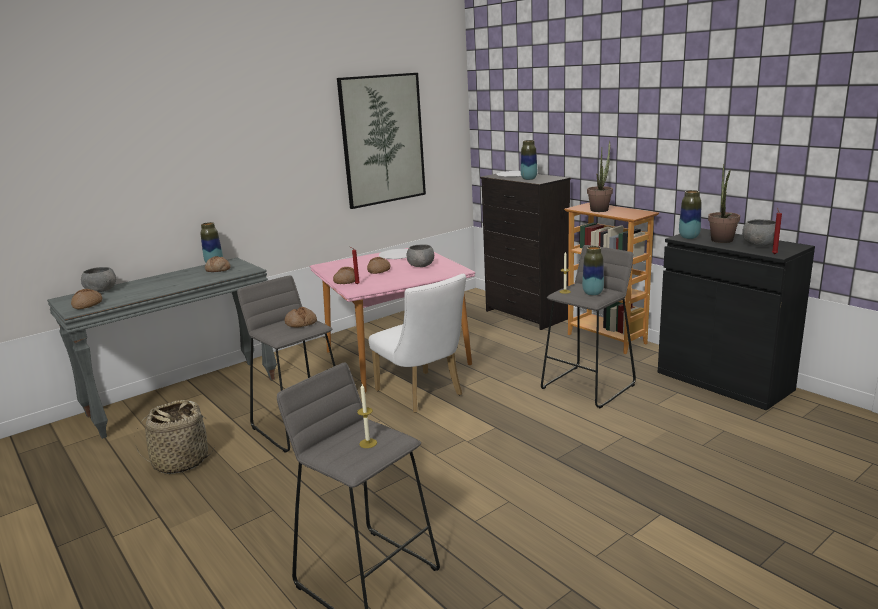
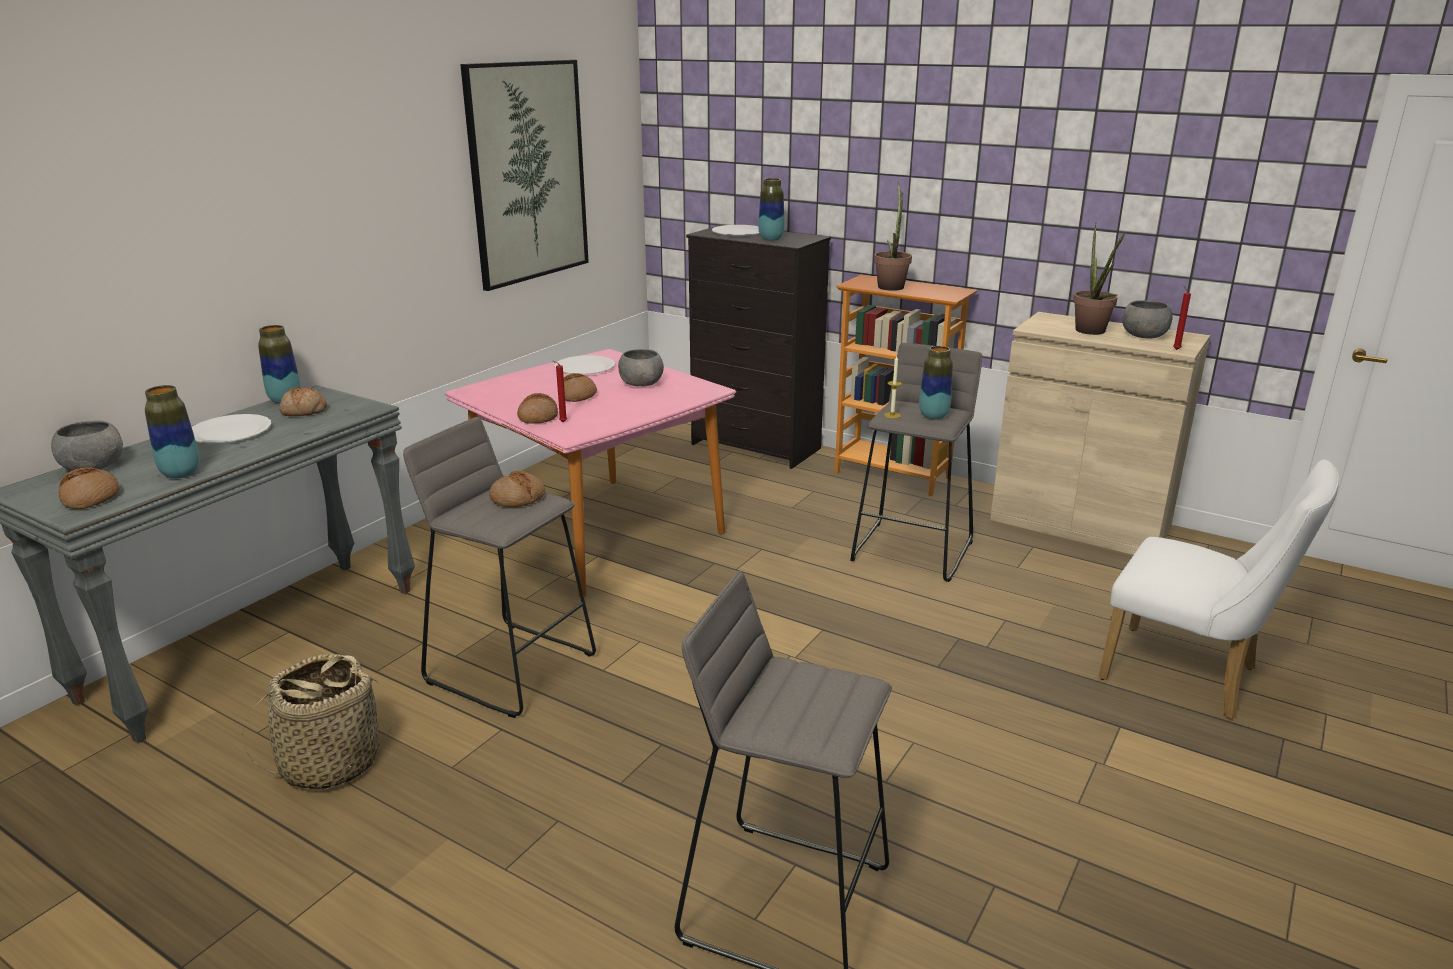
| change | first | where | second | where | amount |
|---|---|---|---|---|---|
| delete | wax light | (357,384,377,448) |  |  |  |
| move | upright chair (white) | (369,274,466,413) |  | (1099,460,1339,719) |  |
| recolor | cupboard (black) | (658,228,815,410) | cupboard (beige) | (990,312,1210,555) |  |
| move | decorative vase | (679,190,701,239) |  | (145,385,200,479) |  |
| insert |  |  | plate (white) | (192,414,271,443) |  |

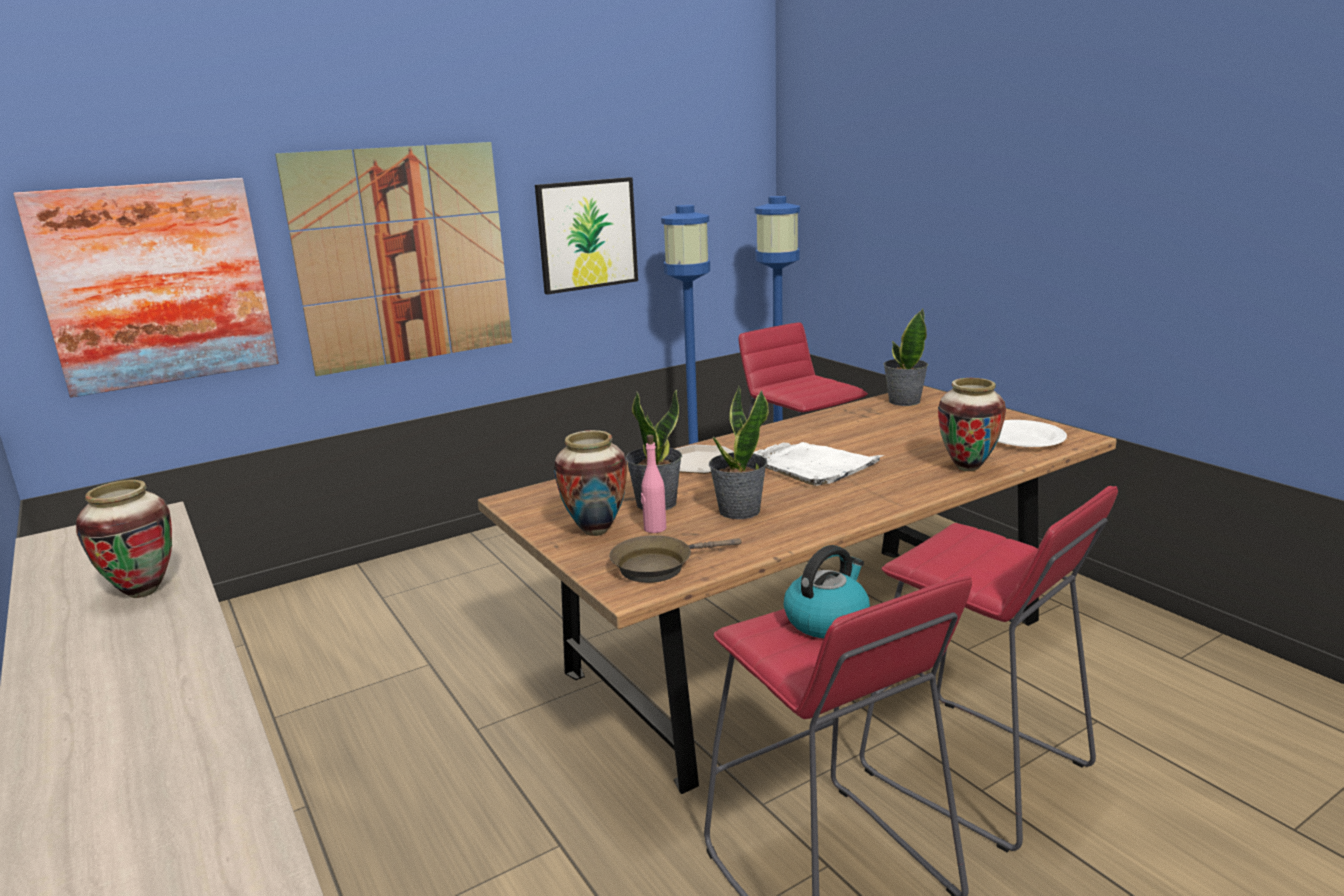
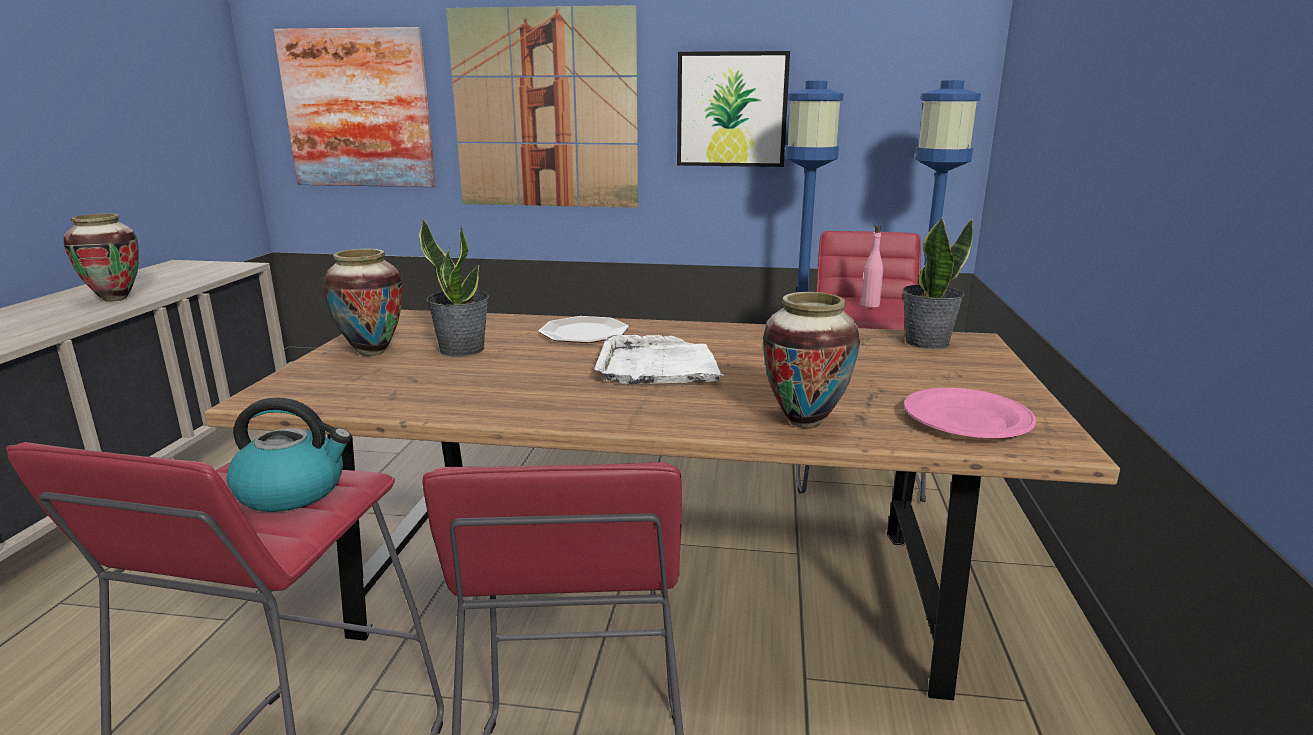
| change | first | where | second | where | amount |
|---|---|---|---|---|---|
| delete | skillet (brown-coloured) | (609,535,741,583) |  |  |  |
| move | drink bottle (pink) | (641,435,666,533) |  | (861,225,883,308) |  |
| delete | potted plant | (709,385,769,519) |  |  |  |
| recolor | plate (white) | (998,420,1067,447) | plate (pink) | (904,388,1036,438) |  |

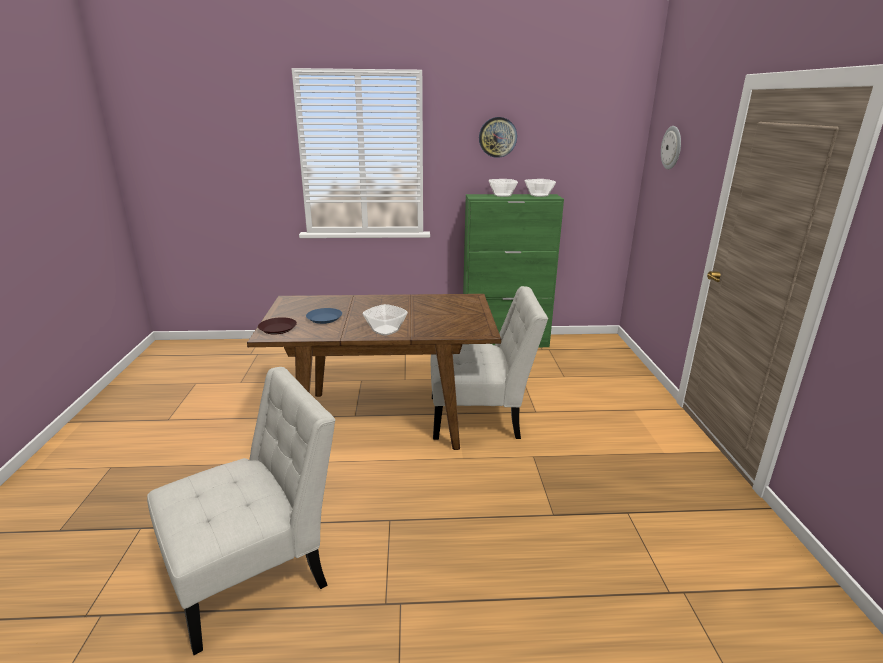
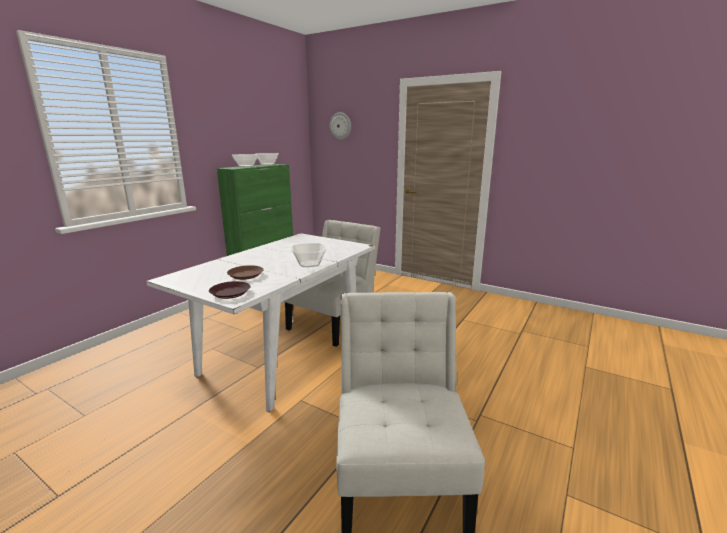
| change | first | where | second | where | amount |
|---|---|---|---|---|---|
| recolor | dinner table (brown-coloured) | (247,294,501,450) | dinner table (white) | (146,233,375,412) |  |
| recolor | plate (blue) | (306,308,342,324) | plate (brown-coloured) | (227,265,264,280) |  |
| delete | hanging clock | (479,117,517,158) |  |  |  |

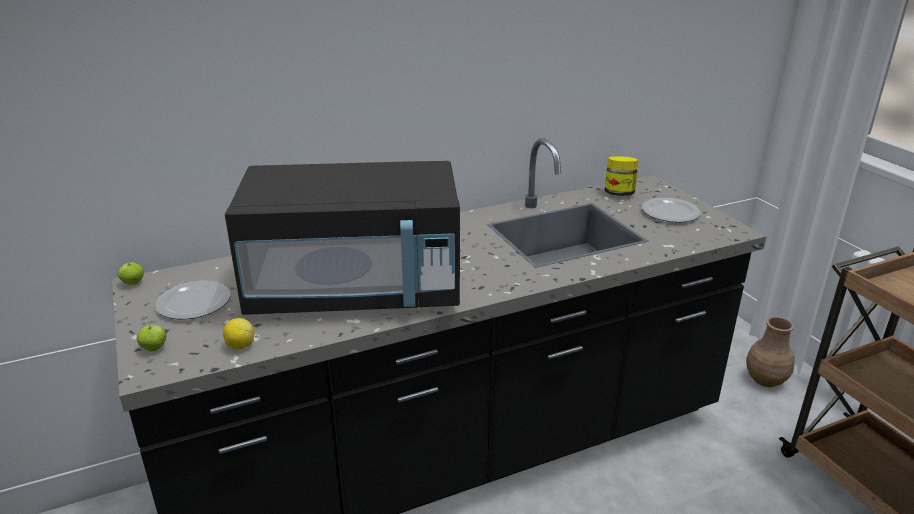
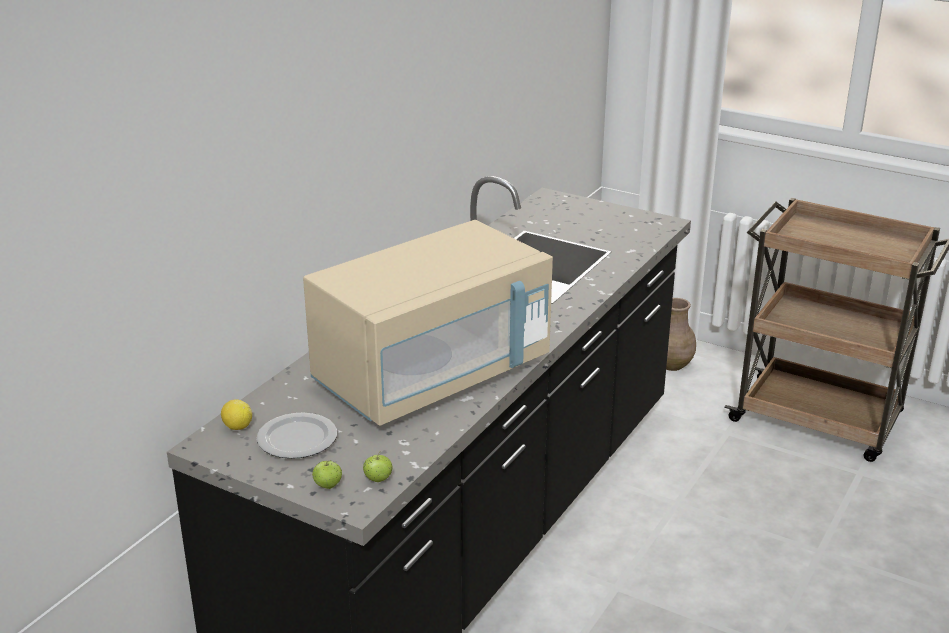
| change | first | where | second | where | amount |
|---|---|---|---|---|---|
| move | whole apple | (118,260,144,285) |  | (363,452,393,482) |  |
| move | citrus fruit | (223,318,255,349) |  | (221,399,252,430) |  |
| recolor | microwave (black) | (225,161,460,315) | microwave (beige) | (303,220,553,426) |  |
| delete | storage jar | (605,156,639,196) |  |  |  |
| delete | plate | (642,198,701,223) |  |  |  |

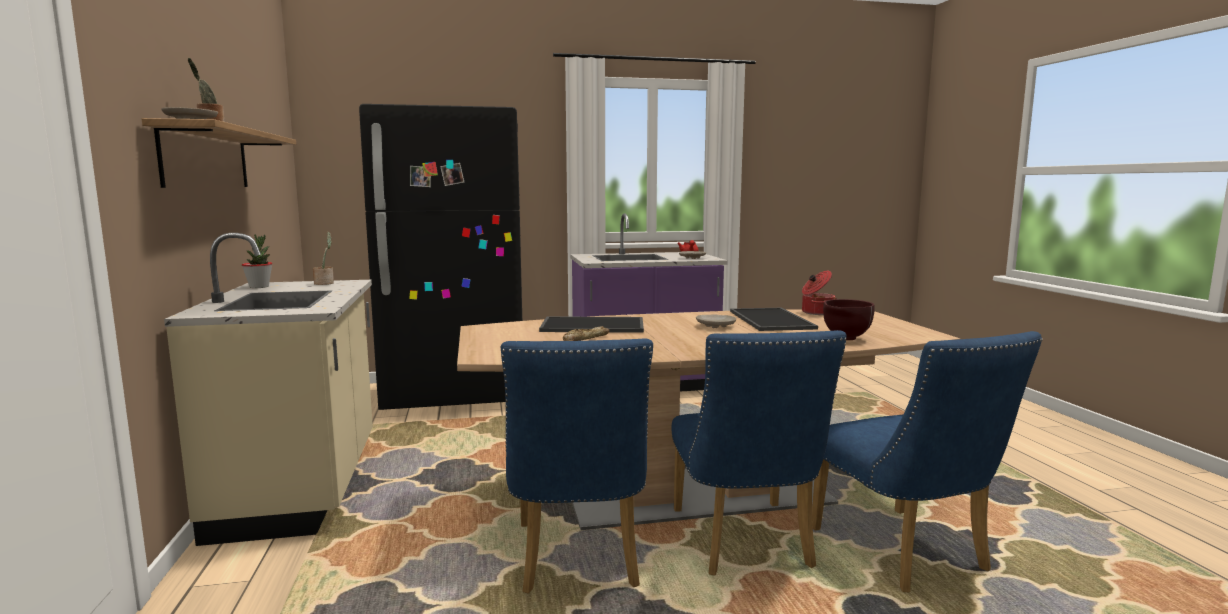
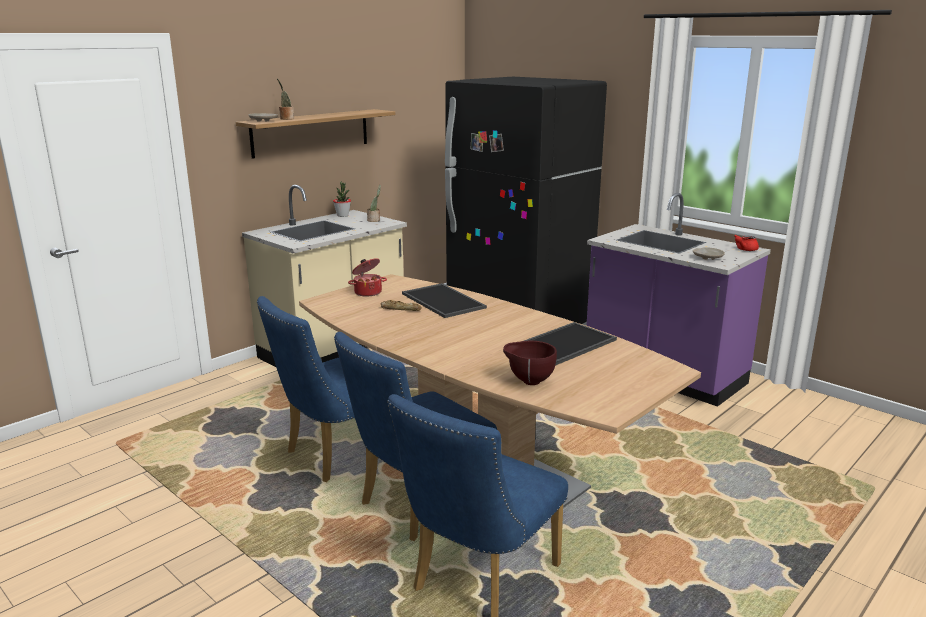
| change | first | where | second | where | amount |
|---|---|---|---|---|---|
| delete | plate (beige) | (696,315,736,328) |  |  |  |
| move | stockpot | (802,271,837,315) |  | (348,258,387,297) |  |

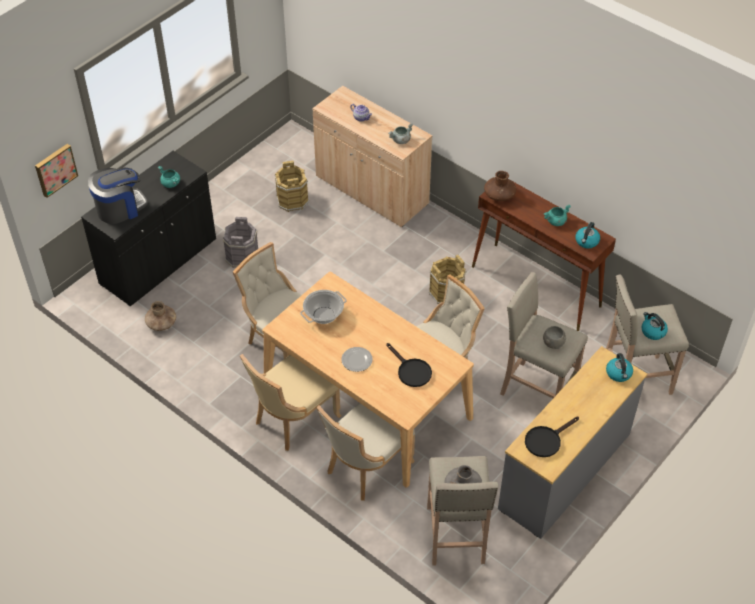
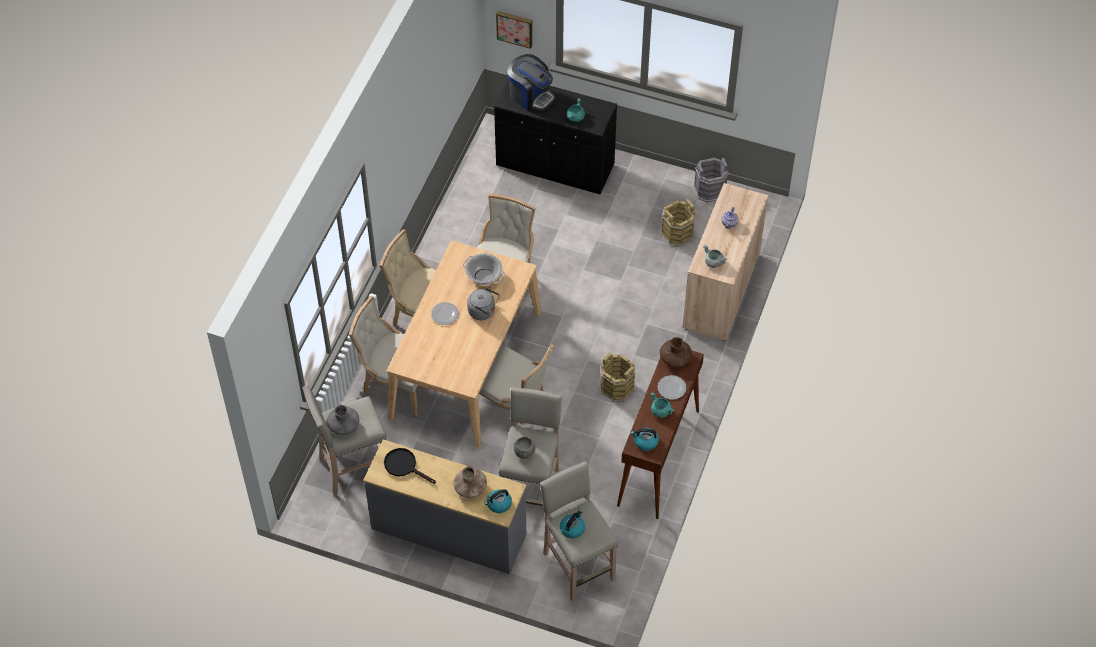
| change | first | where | second | where | amount |
|---|---|---|---|---|---|
| move | decorative vase (brown-coloured) | (145,301,176,331) |  | (453,466,487,498) |  |
| move | pail (grey) | (223,217,258,268) |  | (693,157,729,203) |  |
| delete | skillet (black) | (387,343,432,387) |  |  |  |
| insert |  |  | tea kettle (grey) | (467,287,500,320) |  |
| insert |  |  | plate | (658,375,687,400) |  |

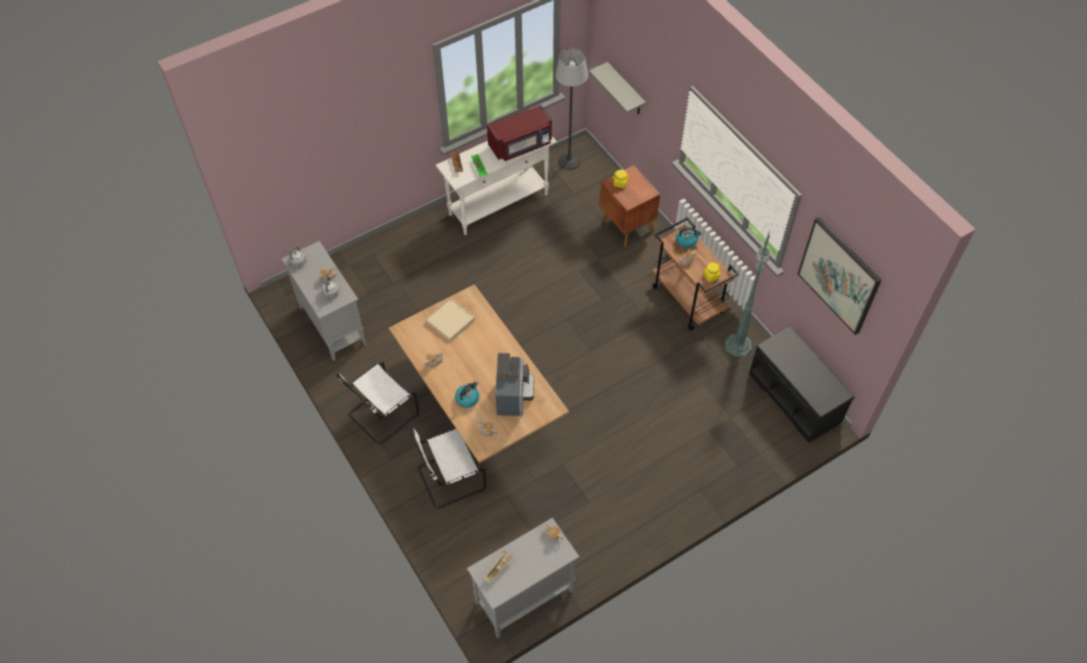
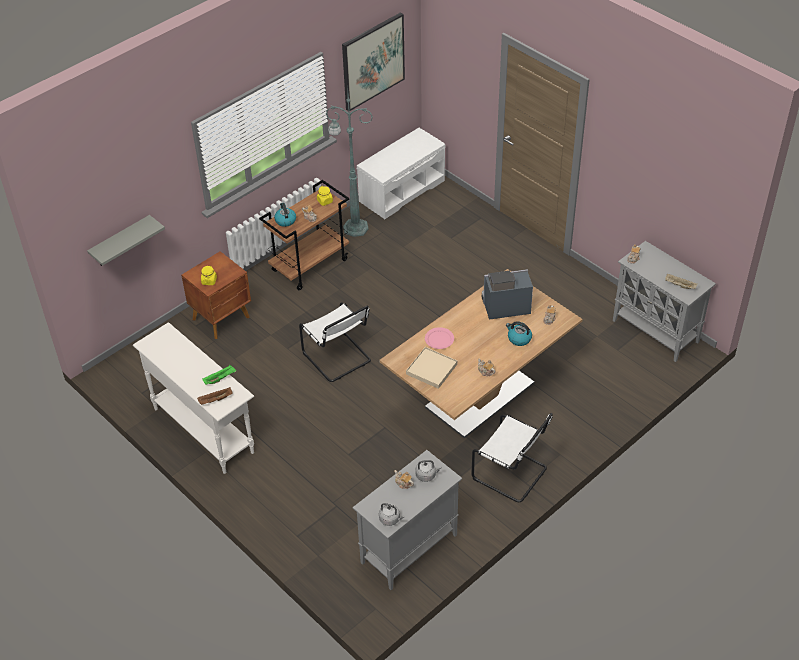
| change | first | where | second | where | amount |
|---|---|---|---|---|---|
| move | upright chair (white) | (410,428,487,508) |  | (299,302,371,382) |  |
| delete | microwave (red) | (487,105,552,161) |  |  |  |
| delete | standard lamp | (555,49,588,170) |  |  |  |
| recolor | long seat (black) | (749,326,855,443) | long seat (white) | (357,128,446,219) |  |
| insert |  |  | plate (pink) | (425,327,454,349) |  |

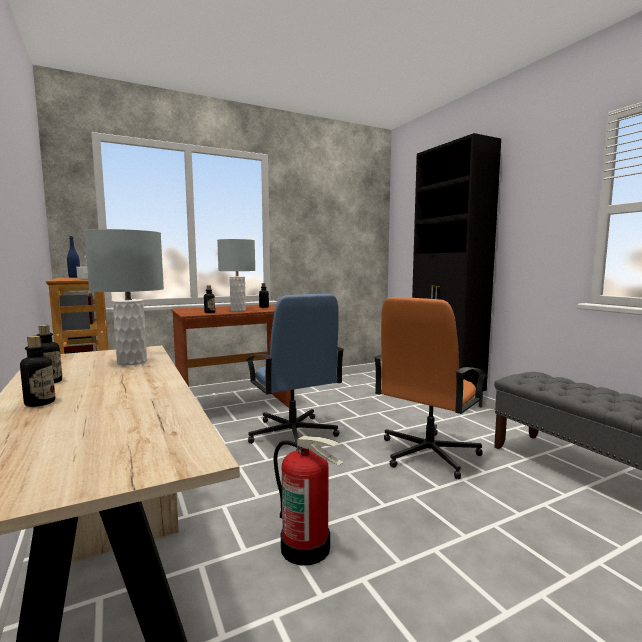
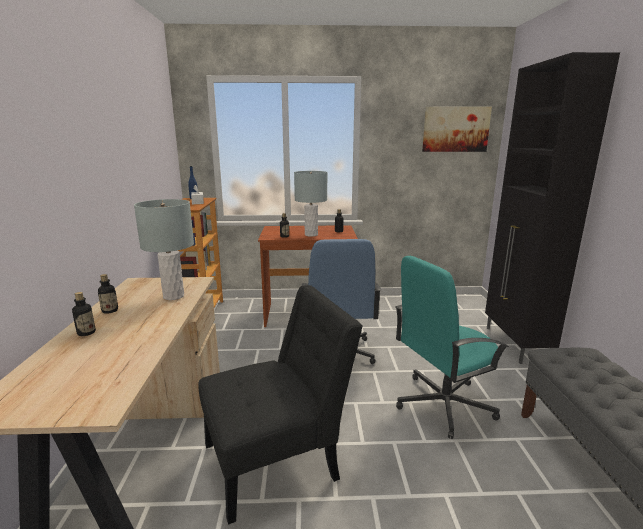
| change | first | where | second | where | amount |
|---|---|---|---|---|---|
| replace | fire-fighting cylinder | (274,436,344,566) | upright chair (black) | (198,285,363,525) |  |
| recolor | office chair (orange) | (374,297,488,479) | office chair (turquoise) | (396,256,509,439) |  |
| insert |  |  | picture | (422,107,492,152) |  |

